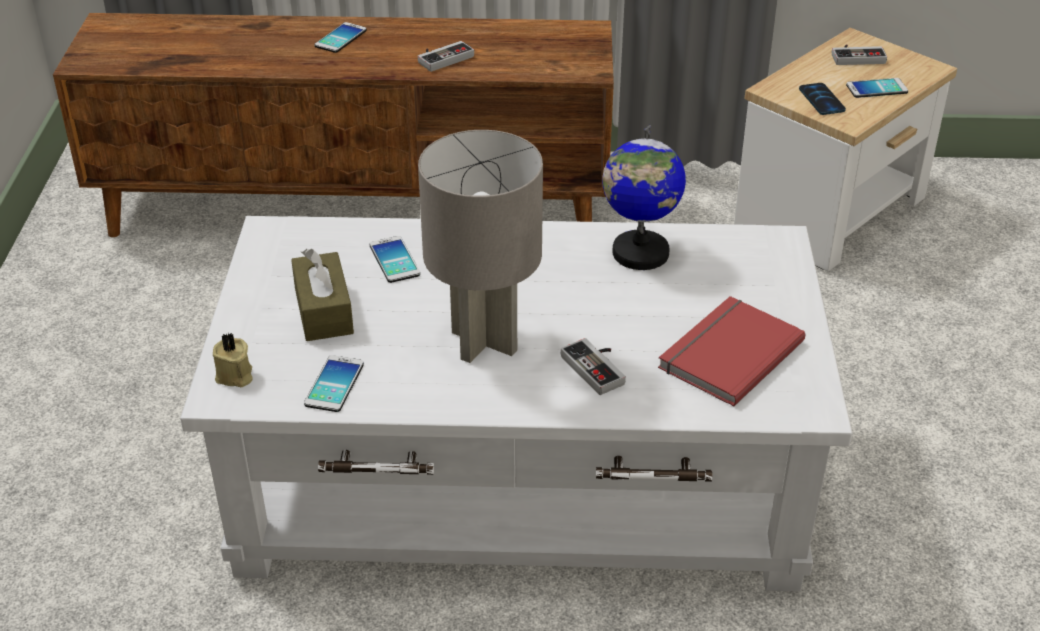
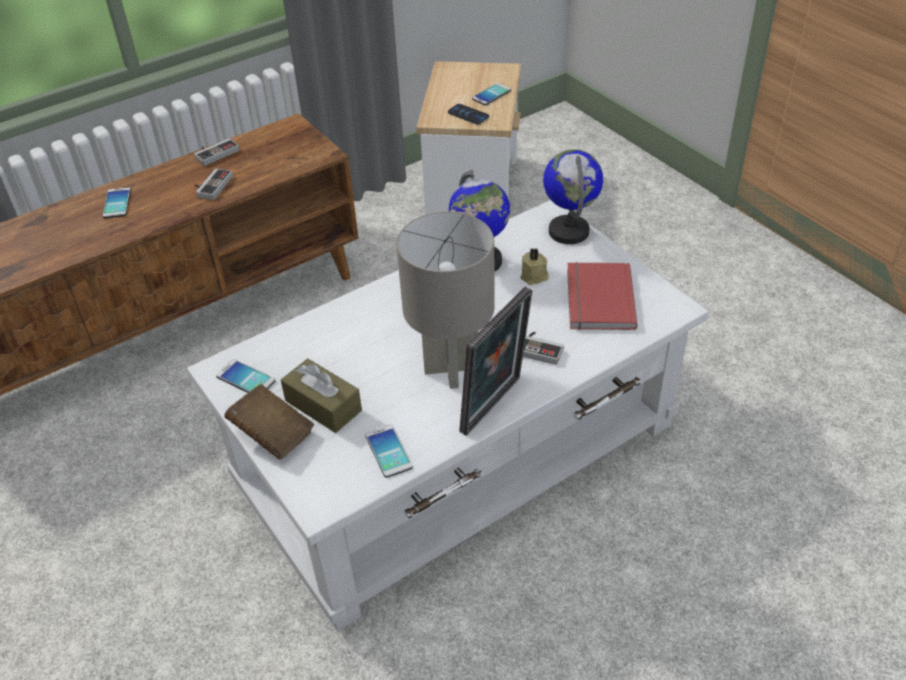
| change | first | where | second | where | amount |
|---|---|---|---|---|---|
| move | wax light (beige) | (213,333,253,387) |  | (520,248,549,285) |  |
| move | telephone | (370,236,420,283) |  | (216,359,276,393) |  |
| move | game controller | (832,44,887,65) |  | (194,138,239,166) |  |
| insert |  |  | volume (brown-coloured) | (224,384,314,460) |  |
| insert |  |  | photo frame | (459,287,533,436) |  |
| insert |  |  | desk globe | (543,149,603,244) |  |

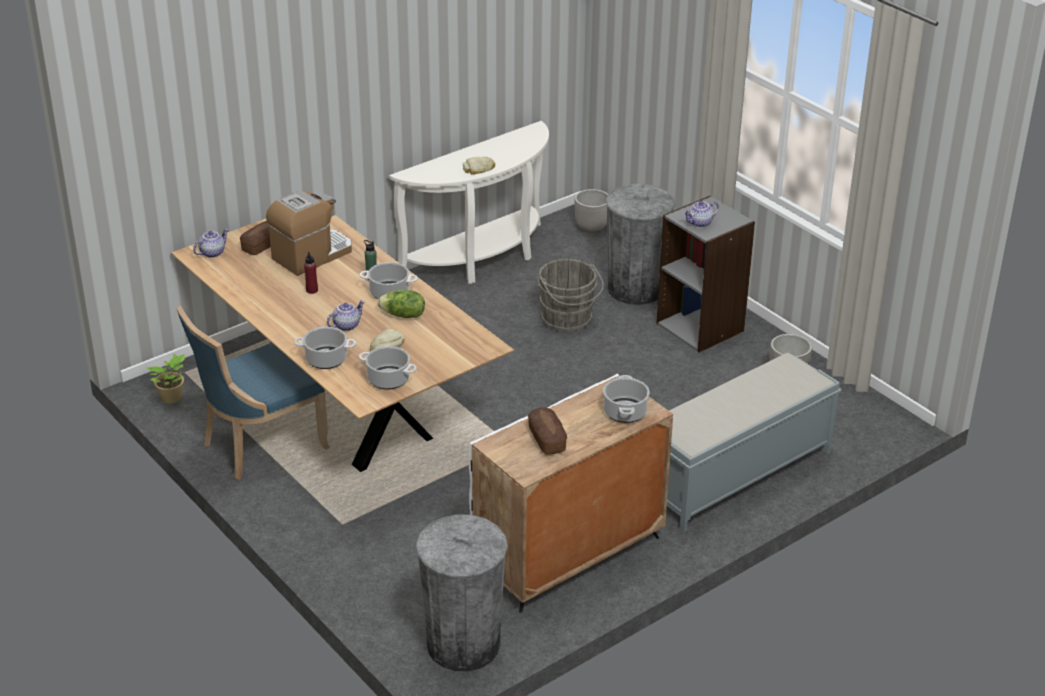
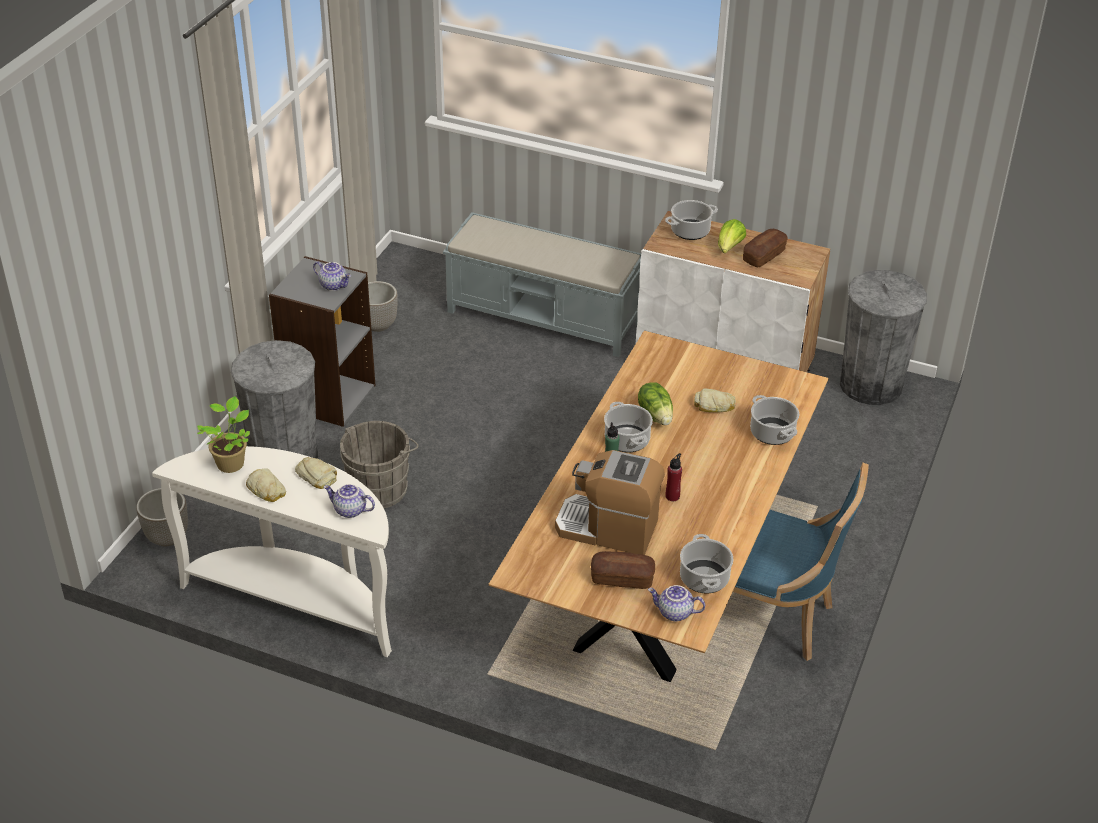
| change | first | where | second | where | amount |
|---|---|---|---|---|---|
| move | potted plant | (147,354,185,404) |  | (197,396,250,473) |  |
| move | pot for tea | (327,301,365,331) |  | (323,484,375,518) |  |
| move | stockpot | (359,346,417,389) |  | (680,534,733,593) |  |
| insert |  |  | bread | (246,468,286,502) |  |
| insert |  |  | lettuce head | (718,219,746,253) |  |

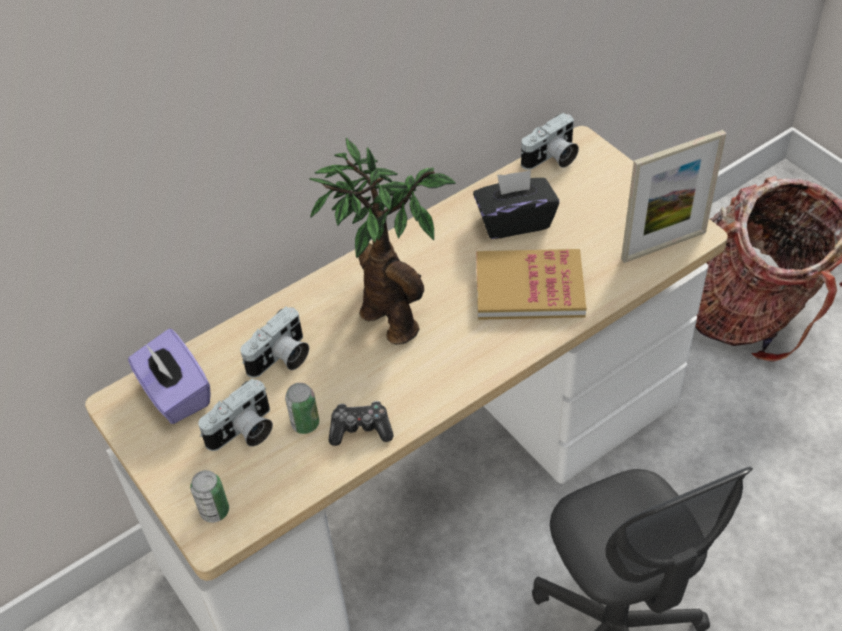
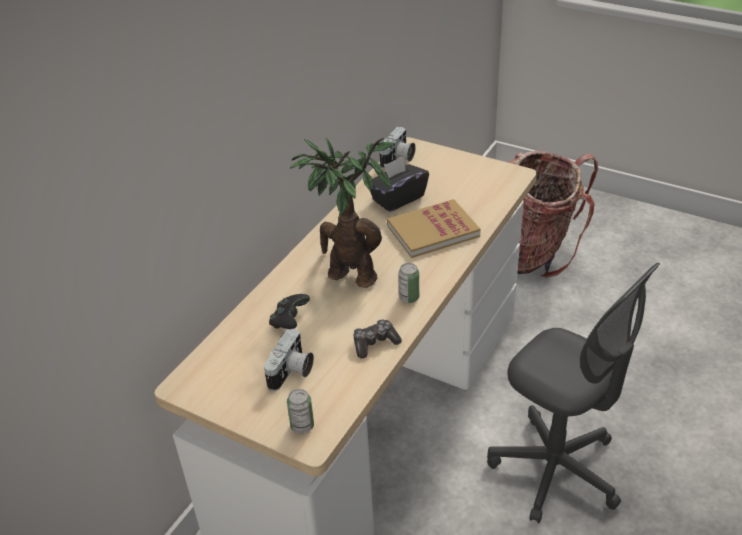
| change | first | where | second | where | amount |
|---|---|---|---|---|---|
| delete | box of tissues (purplish) | (128,329,211,424) |  |  |  |
| replace | photo camera | (240,307,309,378) | game controller (black) | (269,294,310,329) |  |
| move | sealed can | (285,383,319,434) |  | (398,263,419,303) |  |
| delete | photo frame | (621,130,726,263) |  |  |  |

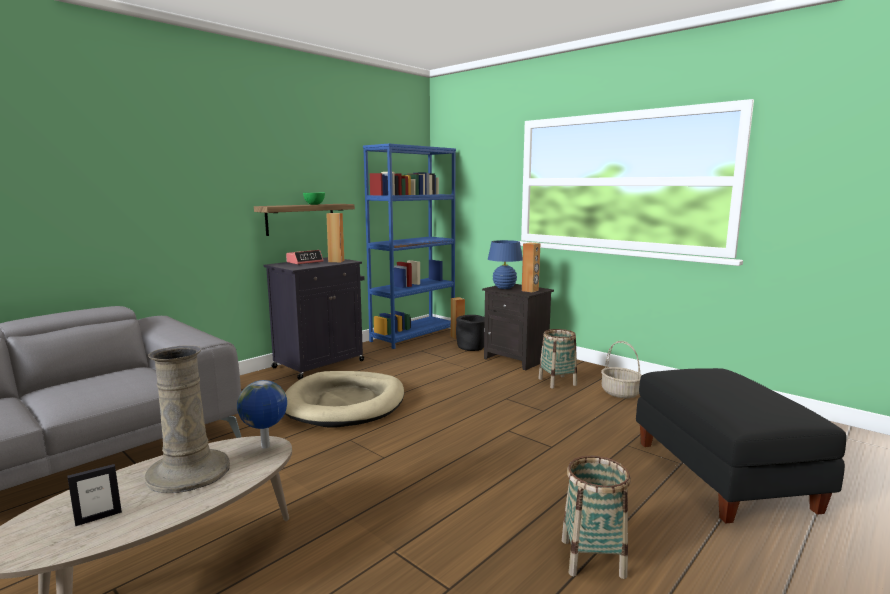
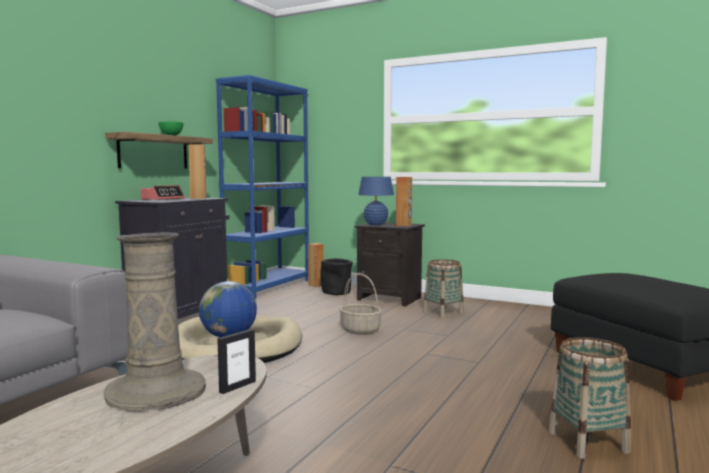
| change | first | where | second | where | amount |
|---|---|---|---|---|---|
| move | photo frame | (68,464,122,526) |  | (217,329,256,394) |  |
| move | household basket | (601,341,642,399) |  | (339,273,382,335) |  |

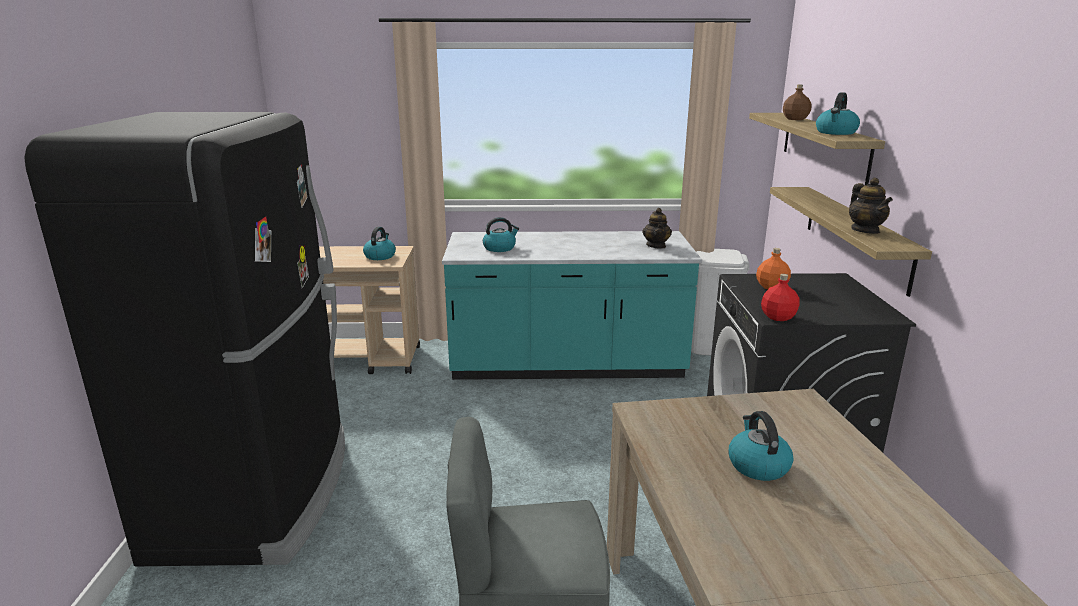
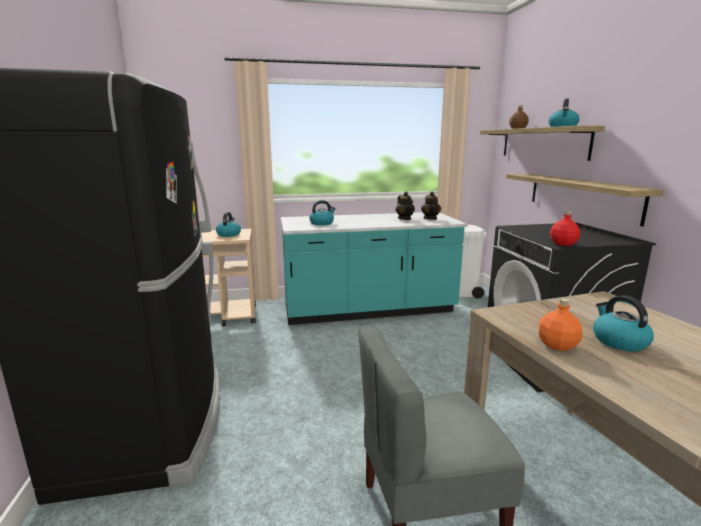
| change | first | where | second | where | amount |
|---|---|---|---|---|---|
| move | drink bottle (orange) | (756,248,791,289) |  | (539,298,582,351) |  |
| move | pot for tea | (849,178,893,234) |  | (396,192,415,220) |  |

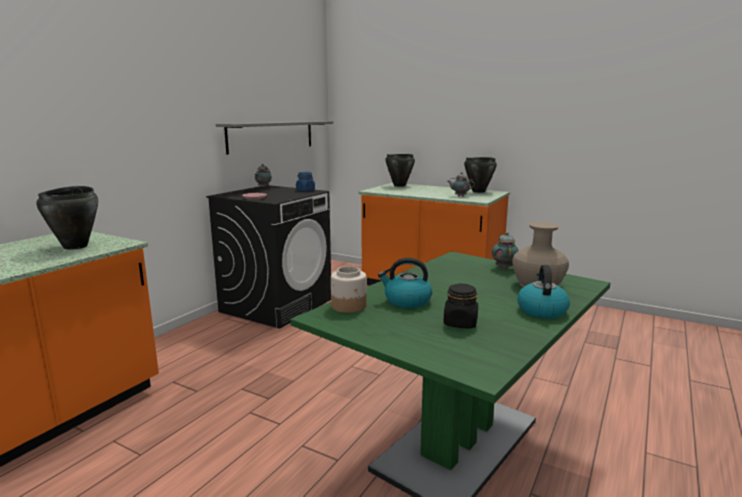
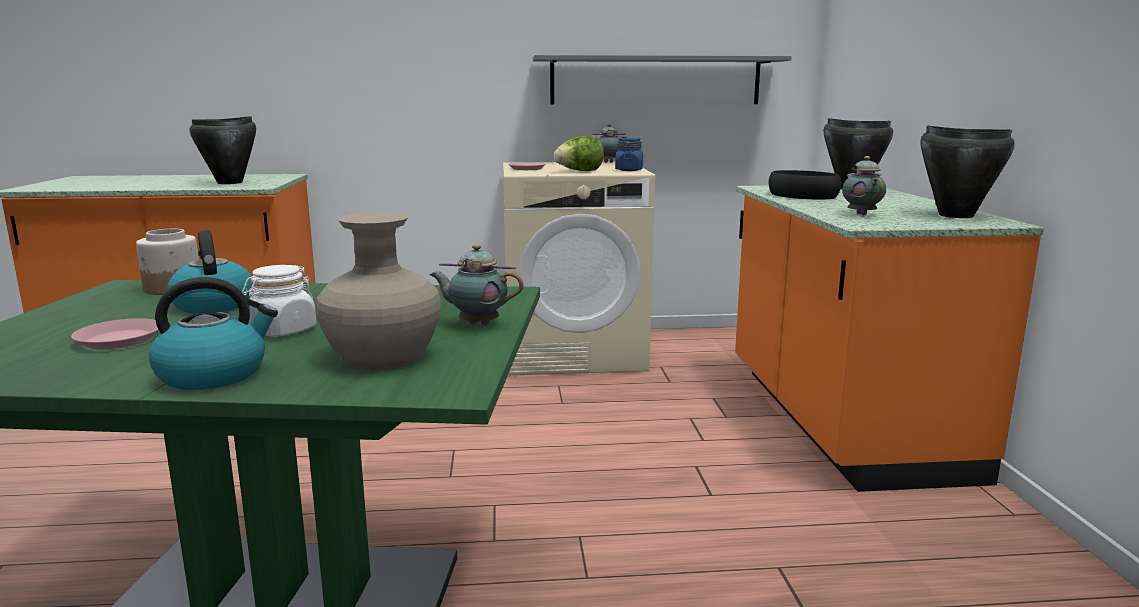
| change | first | where | second | where | amount |
|---|---|---|---|---|---|
| recolor | laundry appliance (black) | (206,185,331,328) | laundry appliance (beige) | (503,162,655,376) |  |
| replace | storage jar (black) | (443,283,478,328) | plate (pink) | (71,318,159,349) |  |
| rotate | pot for tea | (492,232,519,269) |  | (430,244,523,325) | 135 degrees counterclockwise |
| insert |  |  | storage jar (white) | (242,265,317,337) |  |
| insert |  |  | lettuce head | (554,136,604,171) |  |
| insert |  |  | serving bowl (black) | (769,170,841,200) |  |

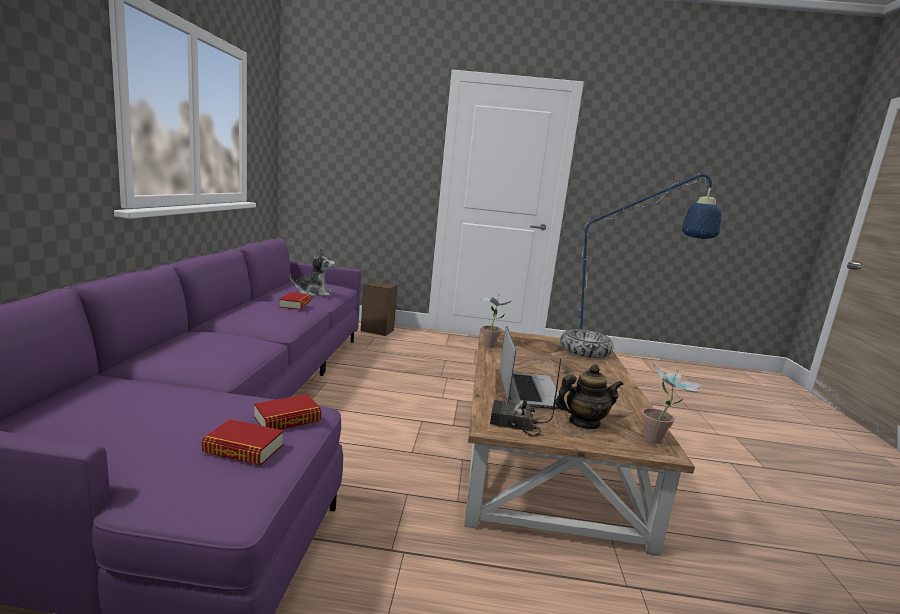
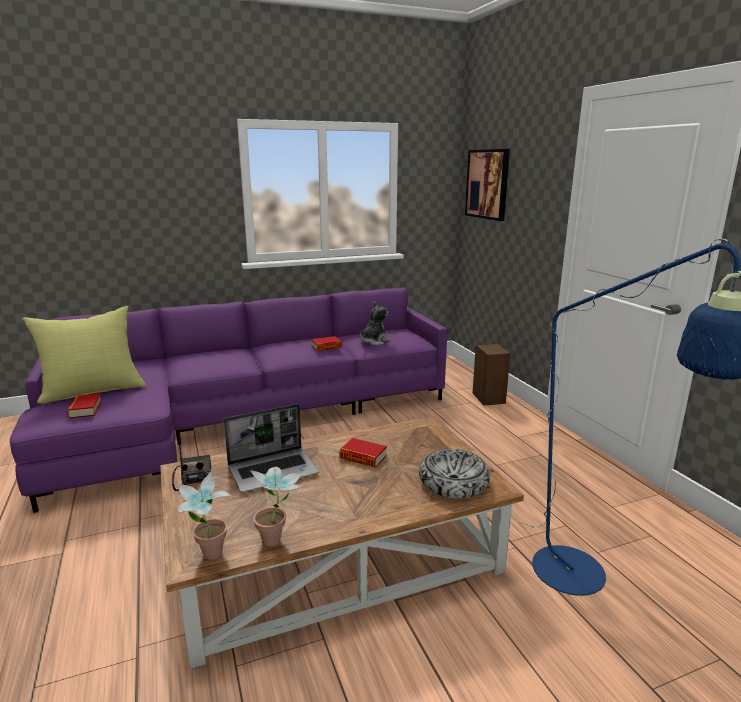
| change | first | where | second | where | amount |
|---|---|---|---|---|---|
| move | volume | (254,394,321,430) |  | (339,438,387,468) |  |
| rotate | cuddly toy | (290,248,335,297) |  | (360,301,390,345) | 105 degrees counterclockwise |
| move | potted plant | (481,295,512,348) |  | (250,467,303,546) |  |
| delete | pot for tea | (556,364,624,429) |  |  |  |
| insert |  |  | pillow (yellowish) | (23,306,146,404) |  |
| insert |  |  | picture | (465,149,510,221) |  |

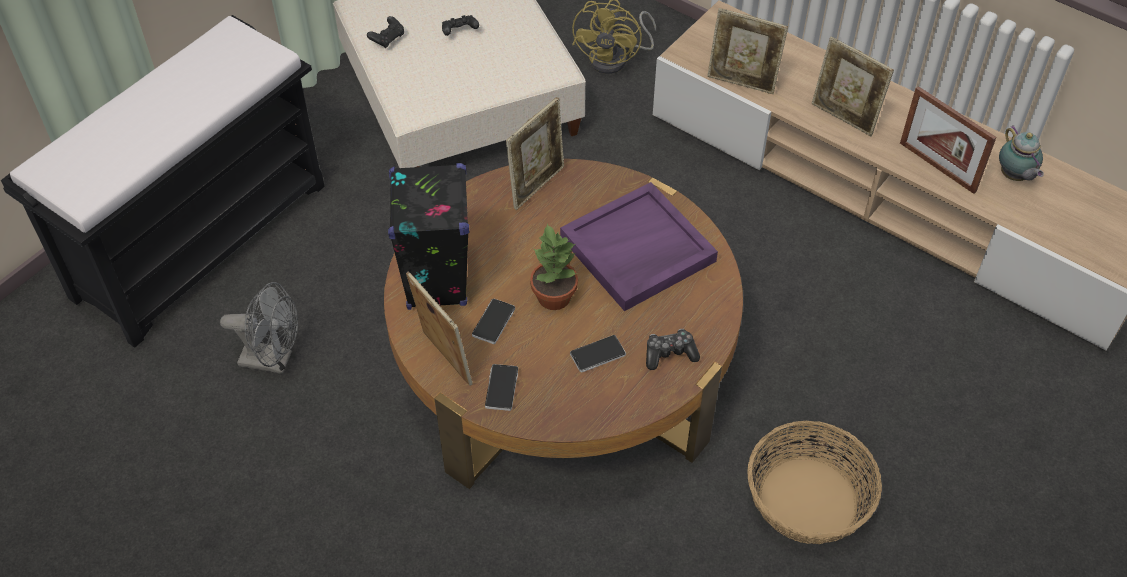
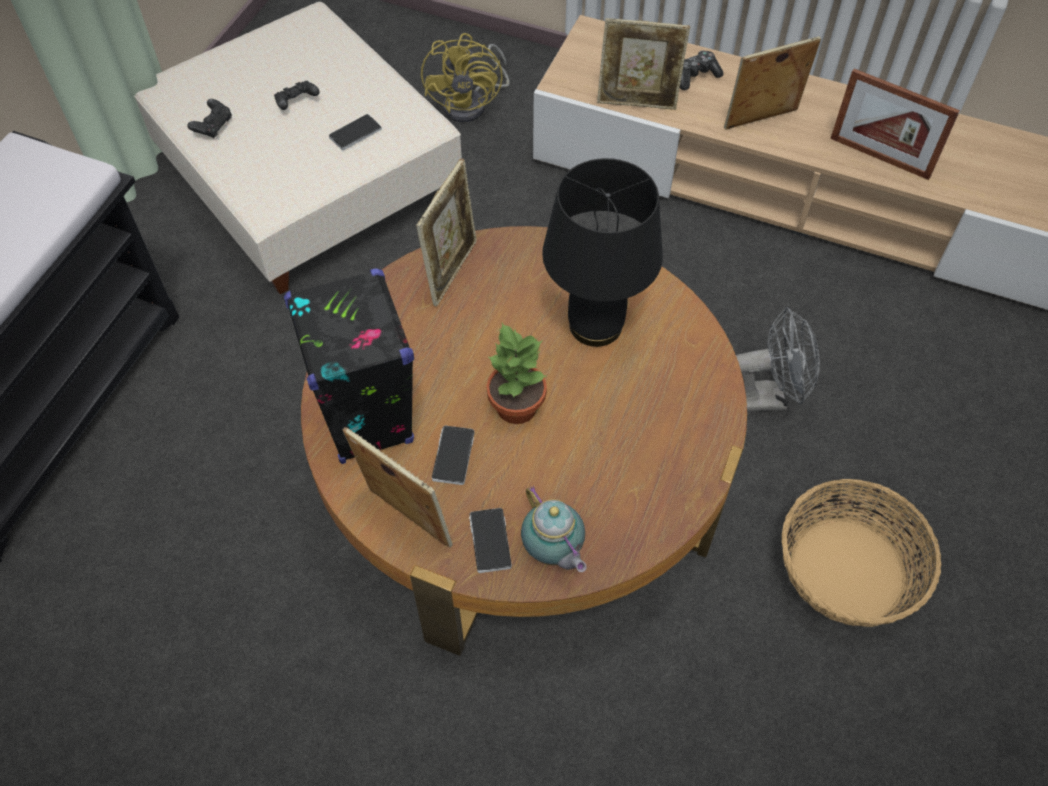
| change | first | where | second | where | amount |
|---|---|---|---|---|---|
| move | cooling fan (grey) | (220,282,298,374) |  | (736,307,820,412) |  |
| replace | tray (purplish) | (560,182,718,311) | lamp for a table (black) | (542,158,663,347) |  |
| move | telephone | (570,335,626,372) |  | (329,114,382,150) |  |
| move | game controller | (646,329,700,370) |  | (680,50,724,90) |  |
| rotate | photo frame | (812,36,894,136) |  | (724,36,821,130) | 135 degrees clockwise |
| move | pot for tea | (999,125,1044,181) |  | (521,486,587,572) |  |

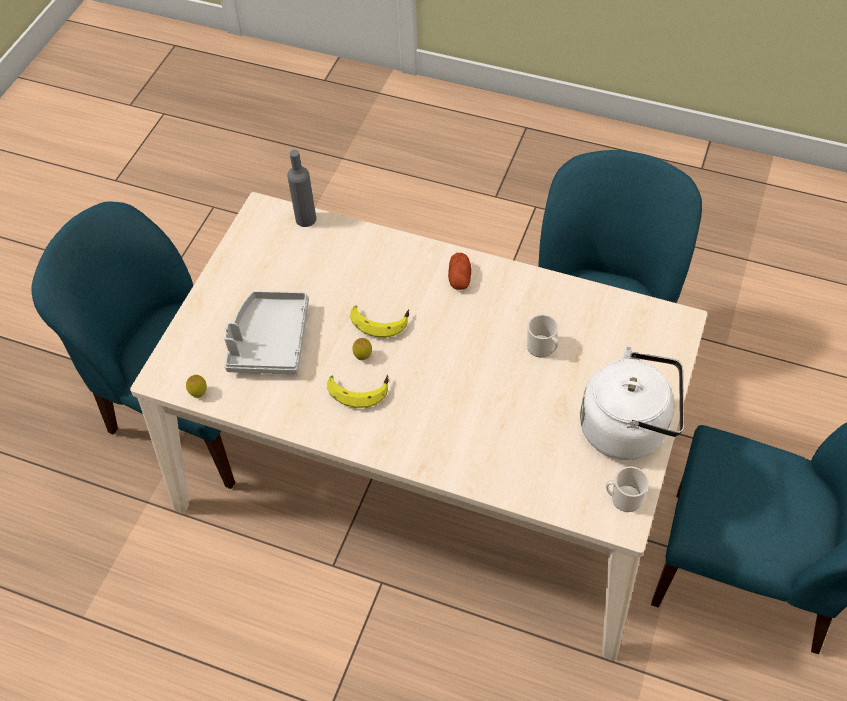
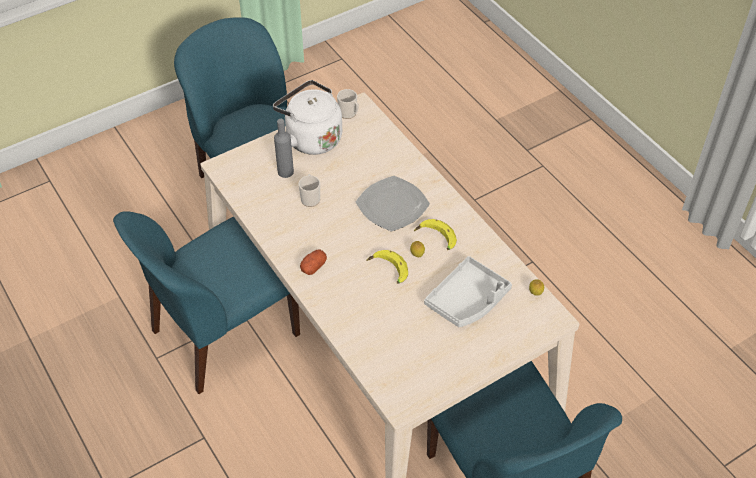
| change | first | where | second | where | amount |
|---|---|---|---|---|---|
| move | drink bottle (grey) | (287,150,316,227) |  | (274,119,294,178) |  |
| insert |  |  | plate | (355,176,430,232) |  |

